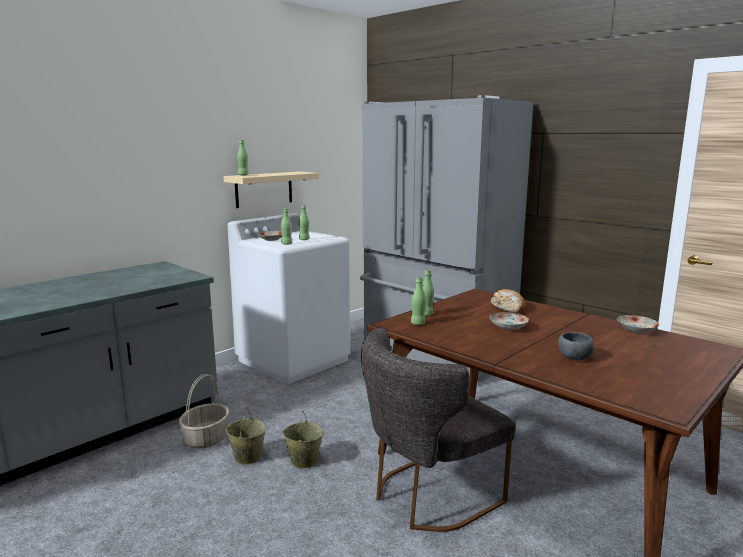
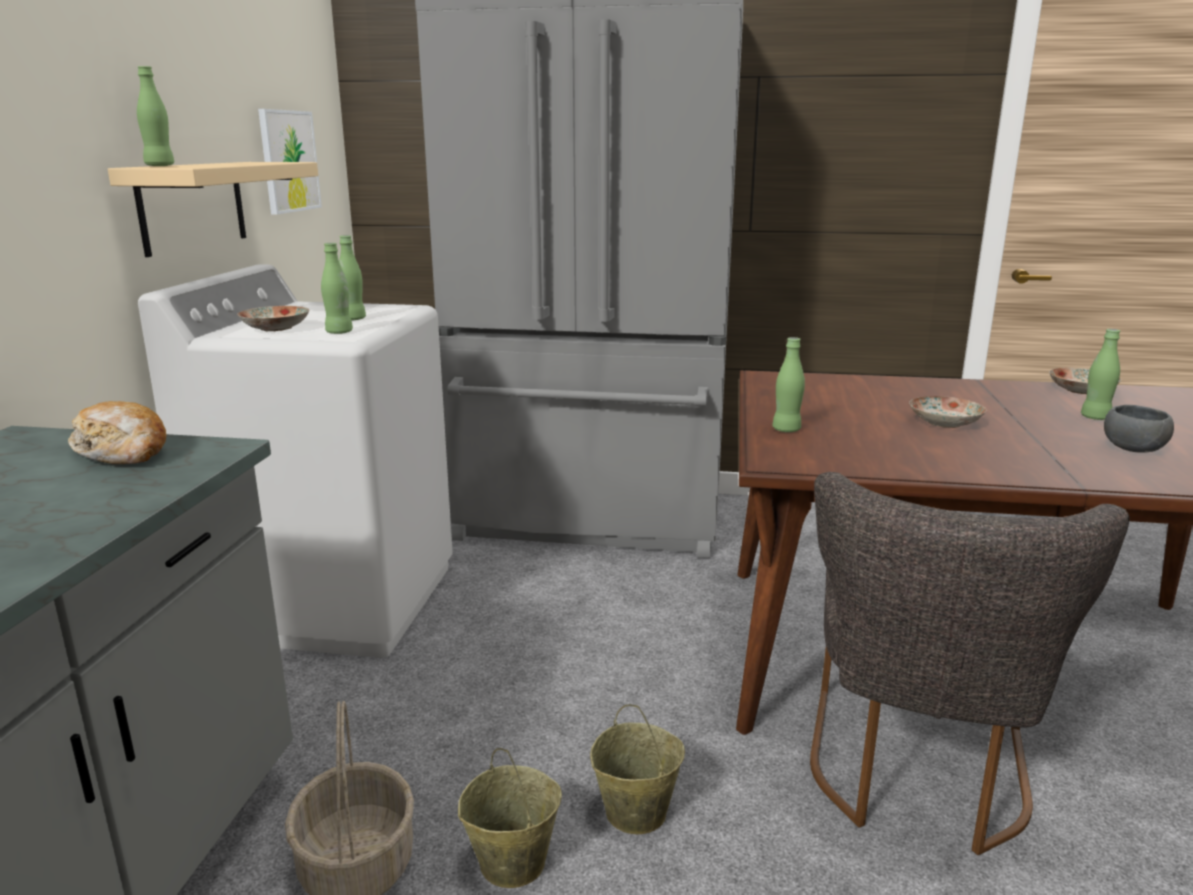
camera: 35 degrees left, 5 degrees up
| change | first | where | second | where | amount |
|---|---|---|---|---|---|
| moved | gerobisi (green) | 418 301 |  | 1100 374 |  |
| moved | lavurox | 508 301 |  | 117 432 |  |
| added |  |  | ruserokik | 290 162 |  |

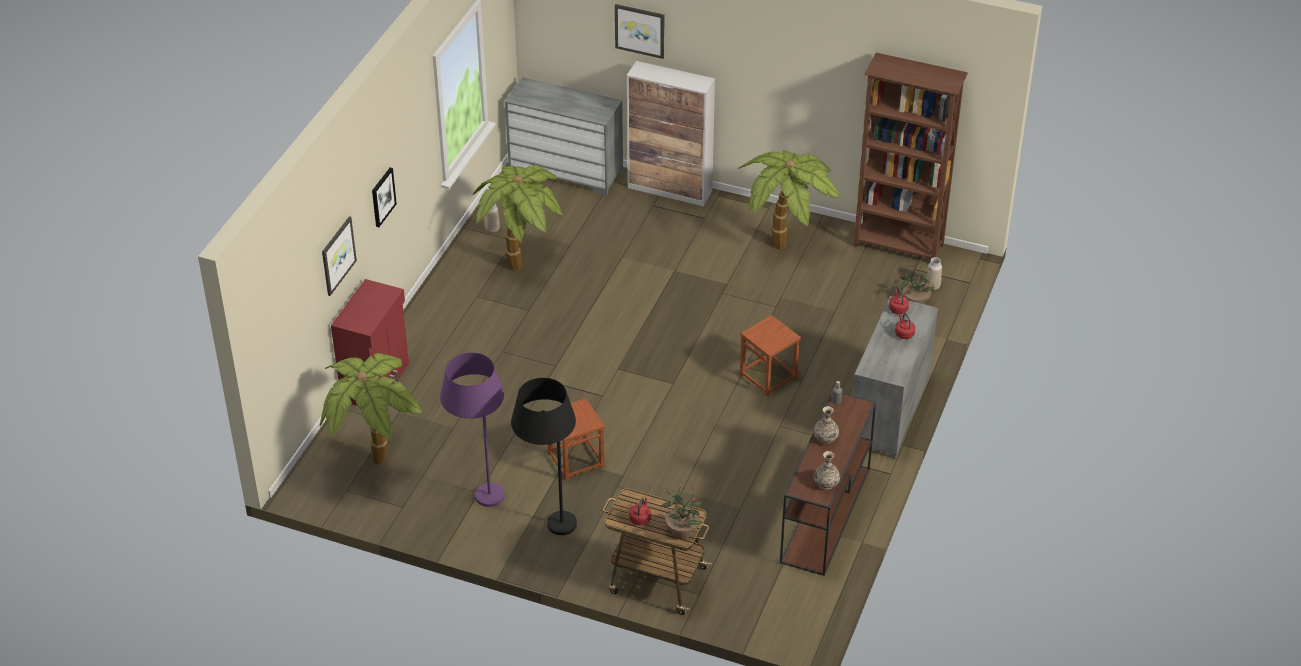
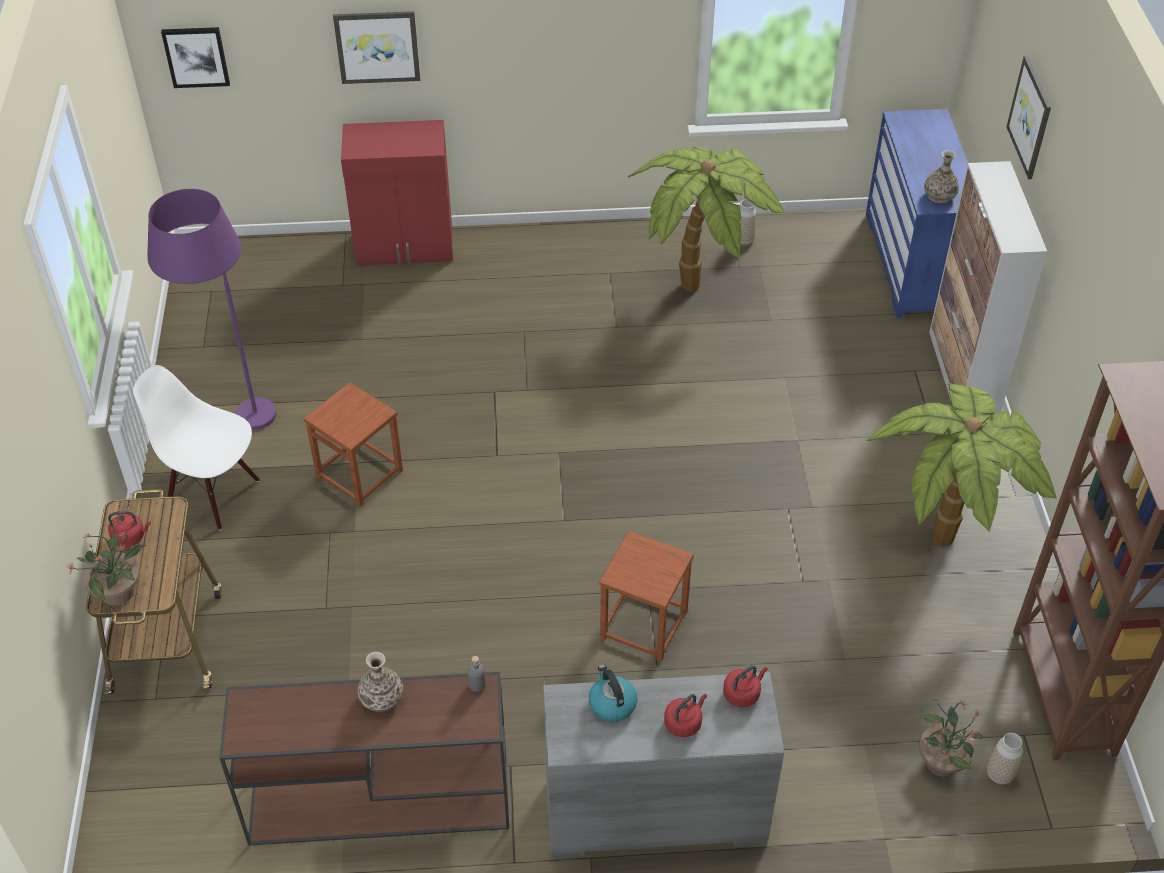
camera: 65 degrees right, 5 degrees up
| change | first | where | second | where | amount |
|---|---|---|---|---|---|
| recoloured | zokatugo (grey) | 564 136 | zokatugo (blue) | 917 213 |  |
| moved | ruserokik | 384 197 |  | 195 57 |  |
| removed | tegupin | 370 408 |  |  |  |
| replaced | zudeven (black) | 544 456 | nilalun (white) | 196 447 |  |
| moved | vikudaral | 827 470 |  | 941 176 |  |
| added |  |  | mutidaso | 613 693 |  |

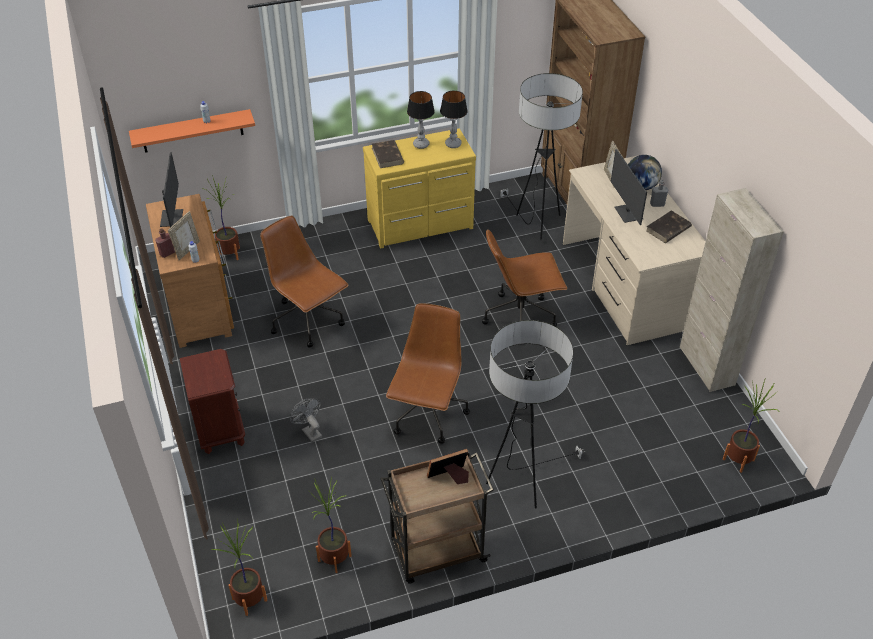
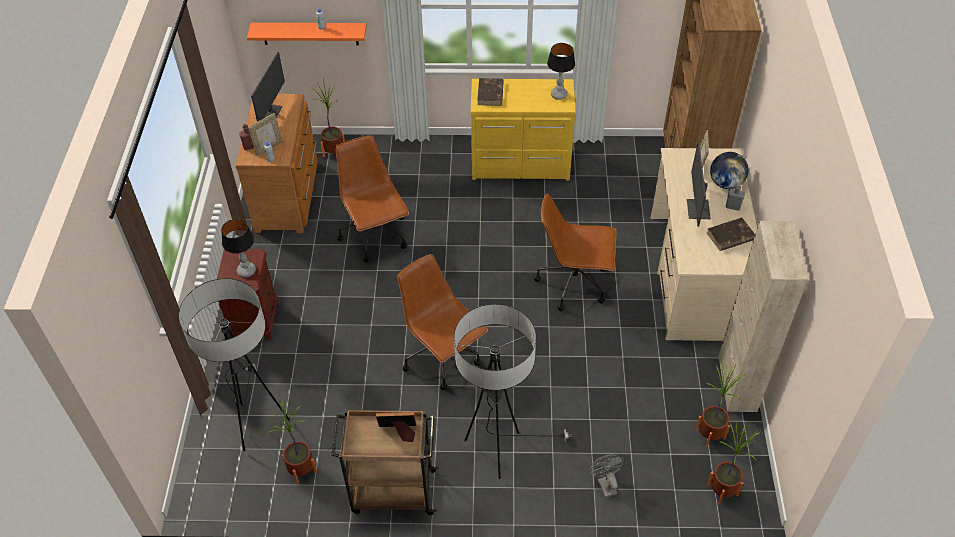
camera: 20 degrees right, 5 degrees up
| change | first | where | second | where | amount |
|---|---|---|---|---|---|
| moved | zudeven | 541 156 |  | 234 364 |  |
| moved | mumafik | 421 120 |  | 238 248 |  |
| turned | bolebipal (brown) | 428 373 |  | 442 322 | 75 degrees counterclockwise |
| moved | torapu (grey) | 306 420 |  | 606 476 |  |
| moved | tegupin | 239 568 |  | 720 406 |  |

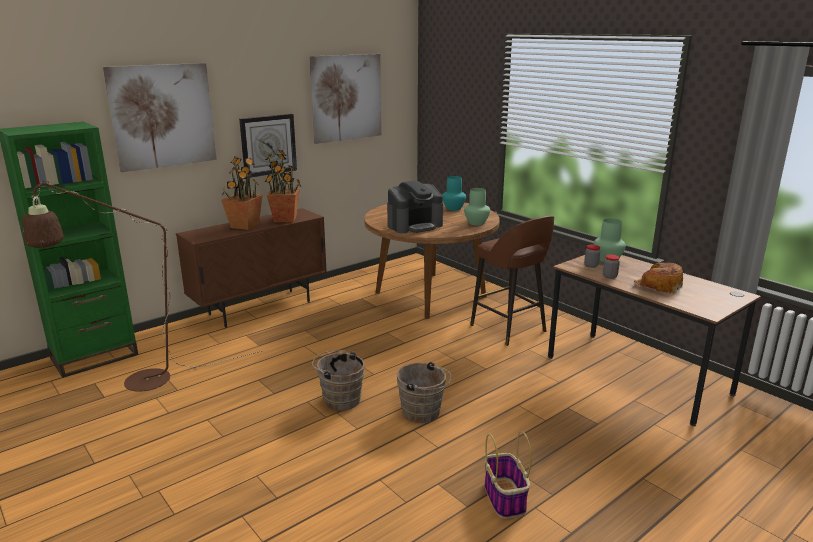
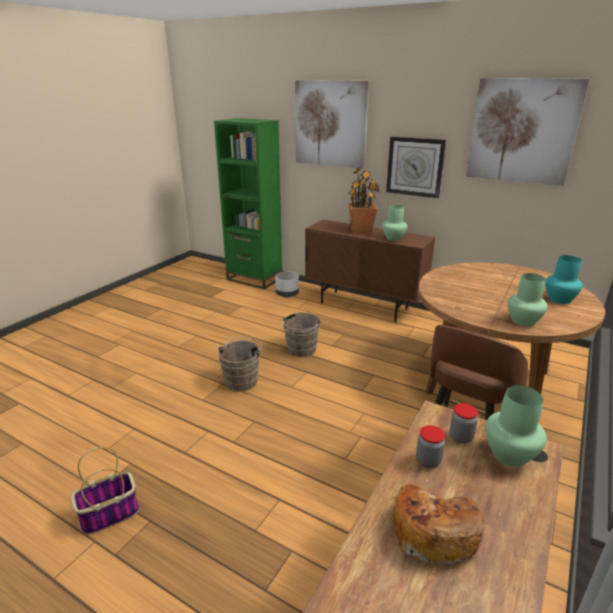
camera: 70 degrees right, 5 degrees up
| change | first | where | second | where | amount |
|---|---|---|---|---|---|
| replaced | tegupin | 283 186 | vikudaral (green) | 394 223 |  |
| removed | zudeven (brown) | 142 286 |  |  |  |
| removed | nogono | 415 207 |  |  |  |
| moved | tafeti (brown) | 424 392 |  | 301 334 |  |
| added |  |  | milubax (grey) | 287 284 |  |

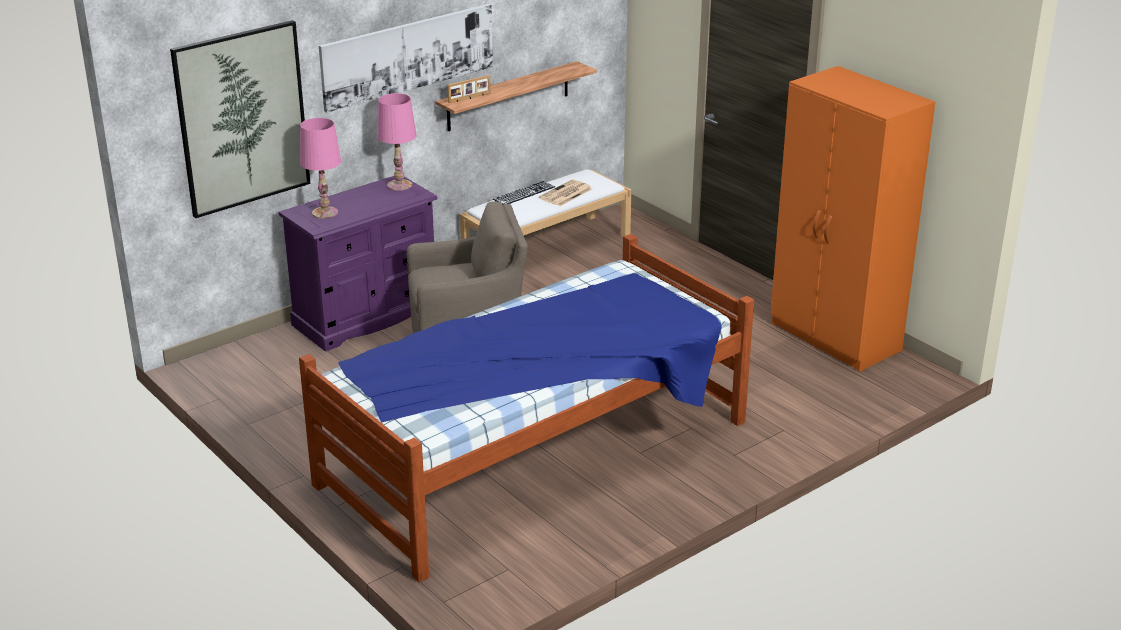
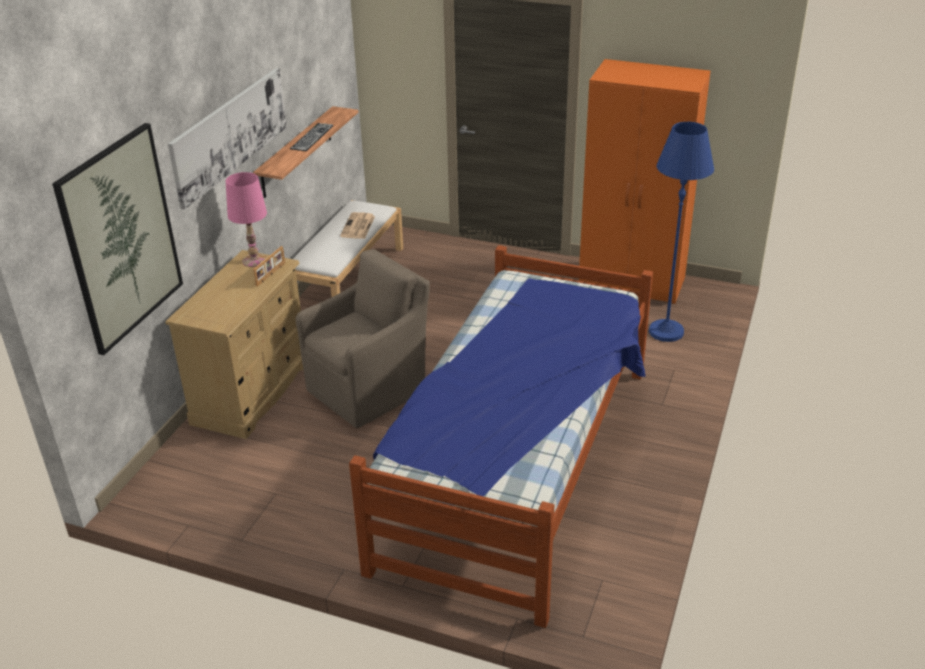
camera: 30 degrees left, 5 degrees up
| change | first | where | second | where | amount |
|---|---|---|---|---|---|
| moved | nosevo | 469 89 |  | 269 266 |  |
| removed | mumafik (pink) | 320 168 |  |  |  |
| recoloured | zokatugo (purple) | 357 264 | zokatugo (beige) | 234 344 |  |
| moved | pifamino | 524 193 |  | 312 137 |  |
| added |  |  | zudeven (blue) | 681 232 |  |

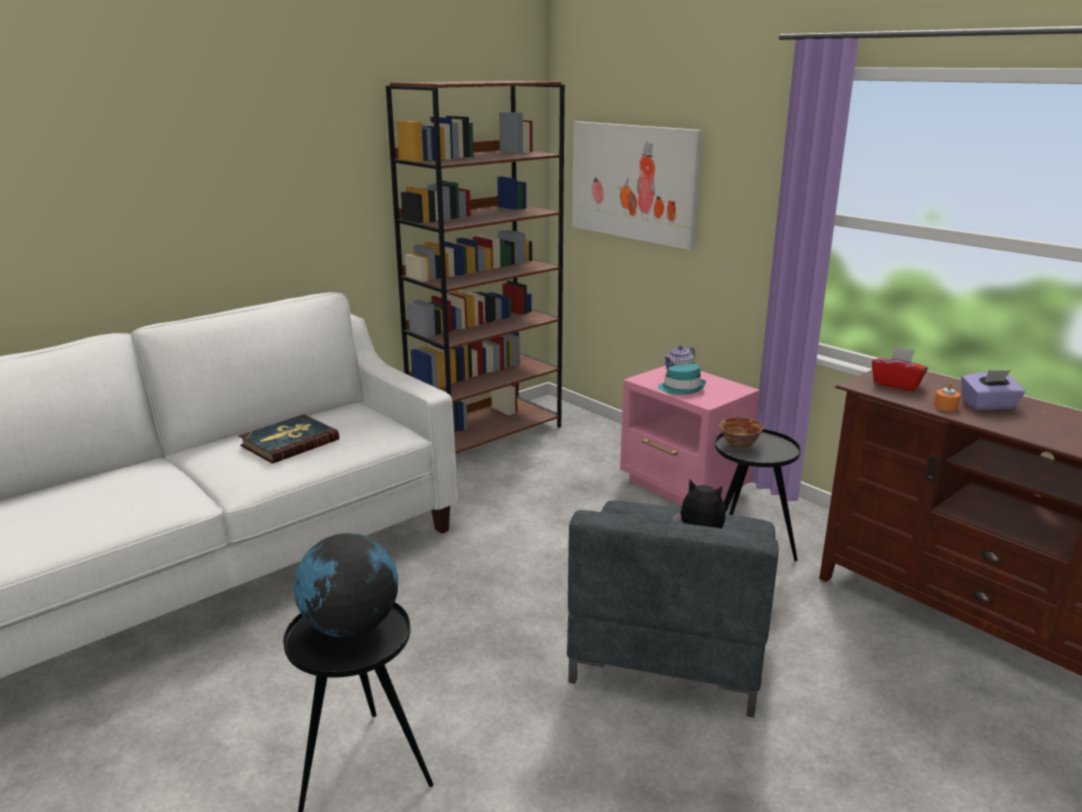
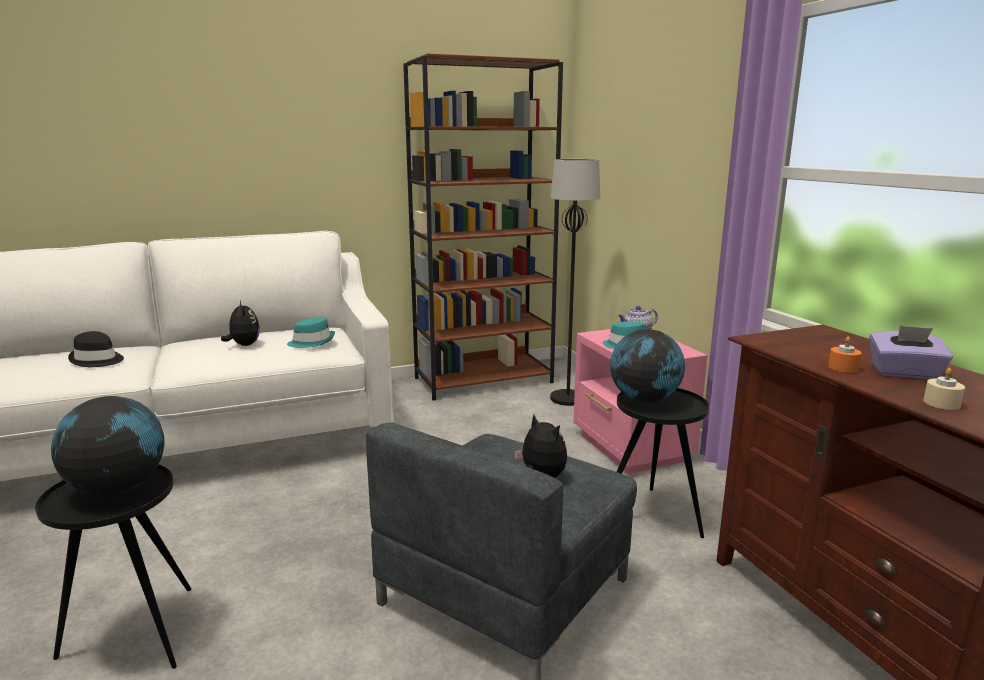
camera: 20 degrees right, 5 degrees down
| change | first | where | second | where | amount |
|---|---|---|---|---|---|
| removed | ruserokik | 637 185 |  |  |  |
| removed | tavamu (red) | 900 368 |  |  |  |
| replaced | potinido | 289 439 | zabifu | 240 323 |  |
| replaced | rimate | 741 433 | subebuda | 647 366 |  |
| added |  |  | zudeven (black) | 575 282 |  |
| added |  |  | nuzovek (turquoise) | 311 332 |  |
| added |  |  | nuzovek (black) | 96 349 |  |
| added |  |  | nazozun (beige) | 944 389 |  |

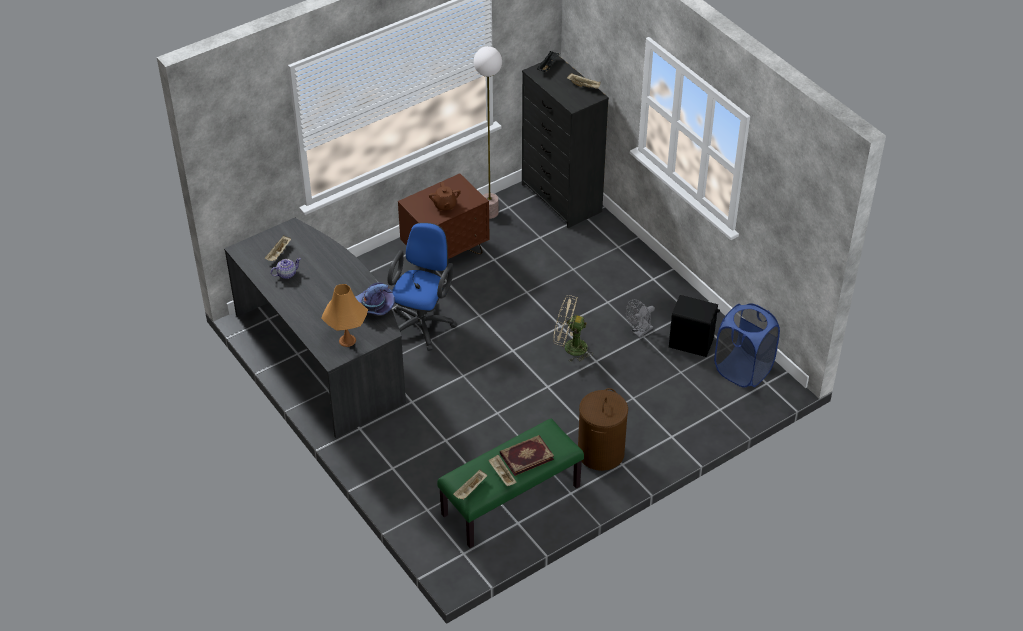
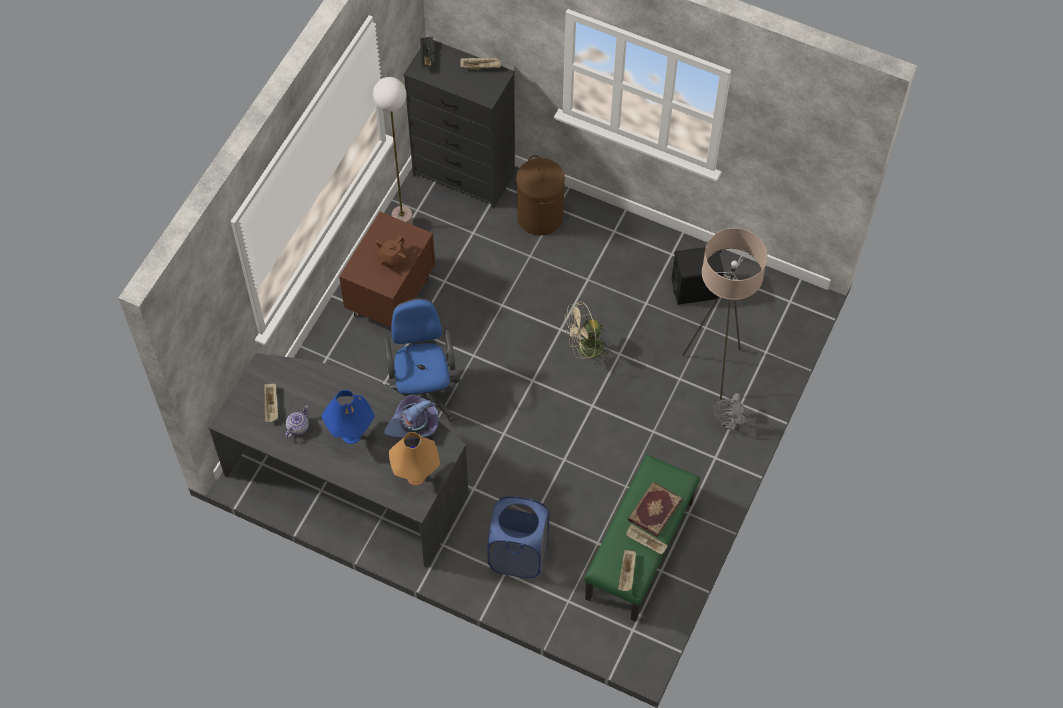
camera: 30 degrees left, 15 degrees up
| change | first | where | second | where | amount |
|---|---|---|---|---|---|
| turned | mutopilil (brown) | 445 196 |  | 391 252 | 75 degrees clockwise |
| moved | torapu (grey) | 640 319 |  | 731 411 |  |
| moved | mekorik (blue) | 747 345 |  | 518 537 |  |
| moved | mekorik (brown) | 603 429 |  | 540 195 |  |
| added |  |  | zudeven (beige) | 724 313 |  |
| added |  |  | mumafik (blue) | 348 417 |  |

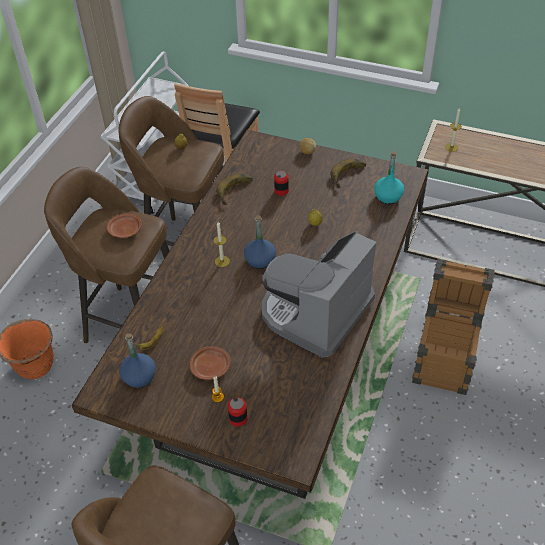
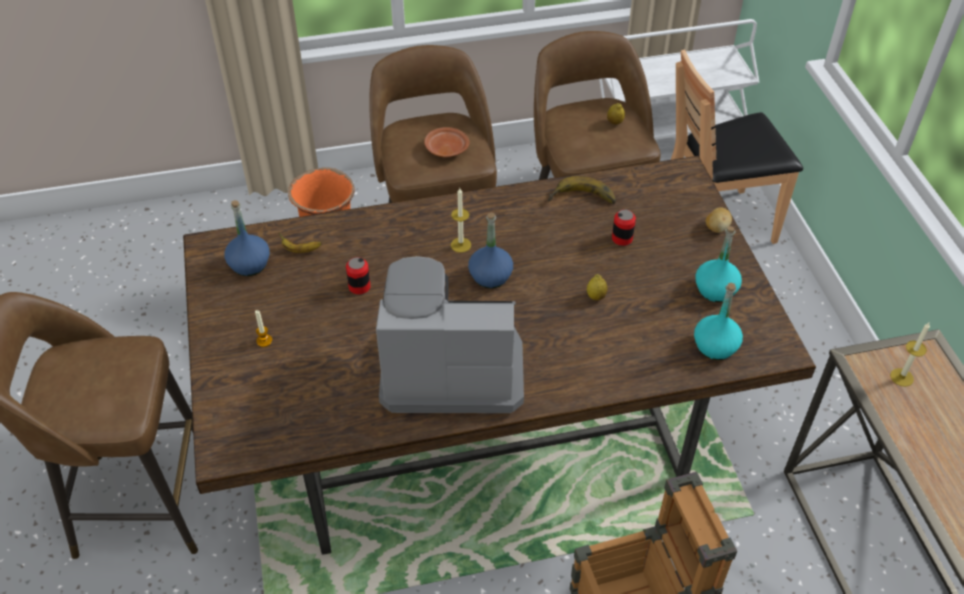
camera: 55 degrees right, 0 degrees up
| change | first | where | second | where | amount |
|---|---|---|---|---|---|
| replaced | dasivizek | 348 173 | gerobisi (turquoise) | 718 264 |  |
| removed | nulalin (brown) | 210 363 |  |  |  |
| moved | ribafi | 237 412 |  | 358 275 |  |

